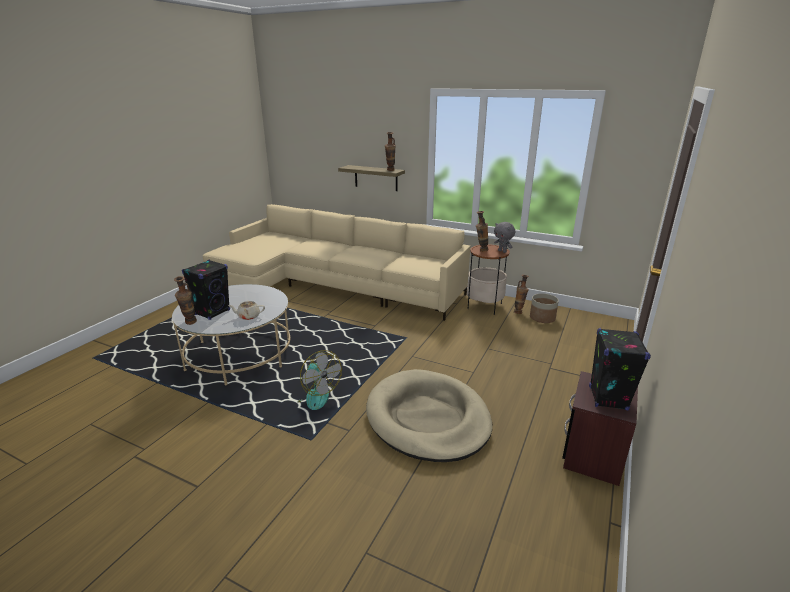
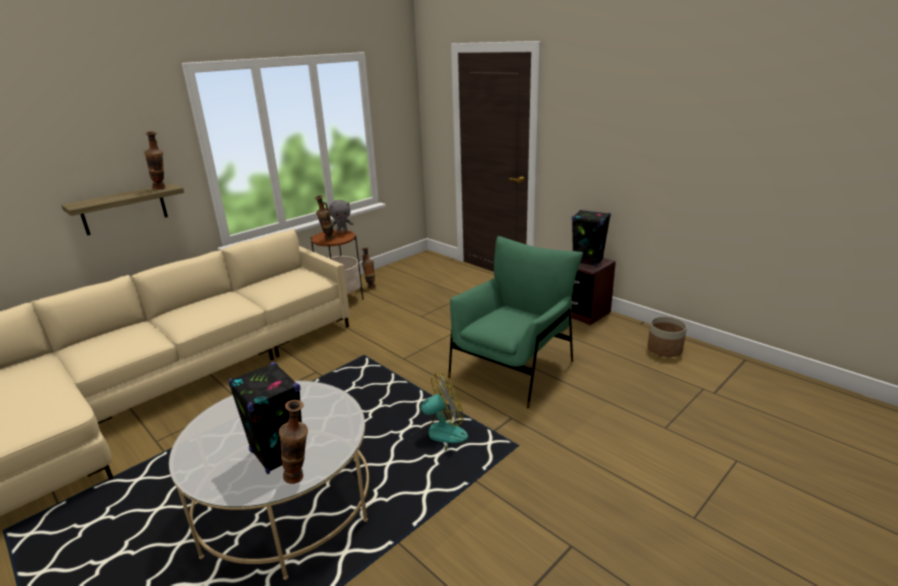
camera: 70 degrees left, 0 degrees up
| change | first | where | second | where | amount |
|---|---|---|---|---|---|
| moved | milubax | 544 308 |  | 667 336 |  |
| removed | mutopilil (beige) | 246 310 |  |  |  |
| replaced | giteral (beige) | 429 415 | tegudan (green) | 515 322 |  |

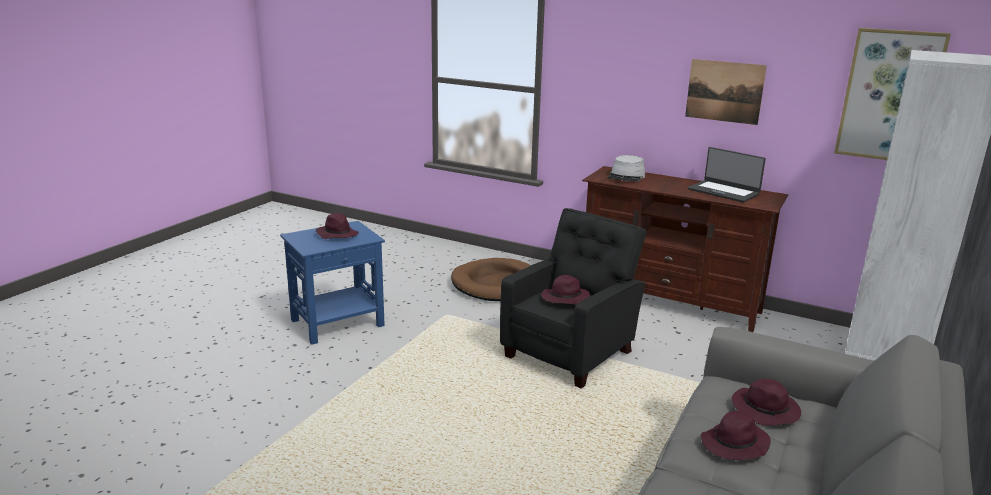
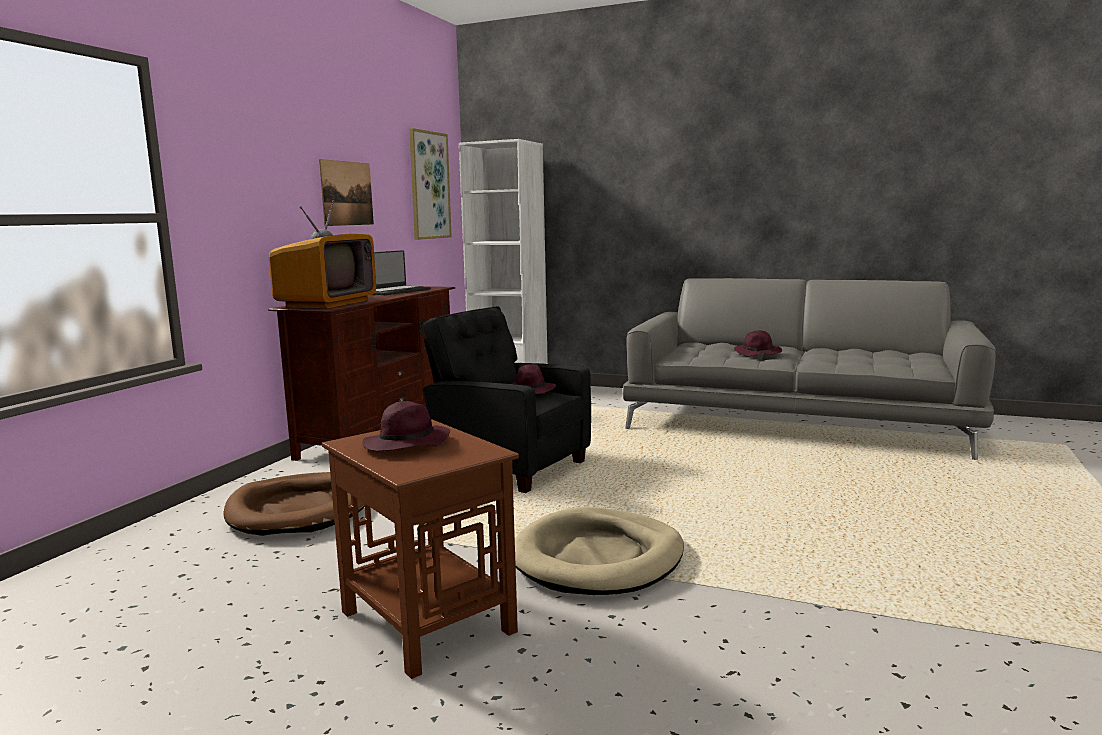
camera: 95 degrees left, 10 degrees down
| change | first | where | second | where | amount |
|---|---|---|---|---|---|
| replaced | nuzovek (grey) | 626 168 | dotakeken | 322 254 |  |
| recoloured | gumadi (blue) | 332 283 | gumadi (brown) | 420 549 |  |
| removed | nuzovek (purple) | 766 402 |  |  |  |
| added |  |  | giteral (beige) | 599 551 |  |

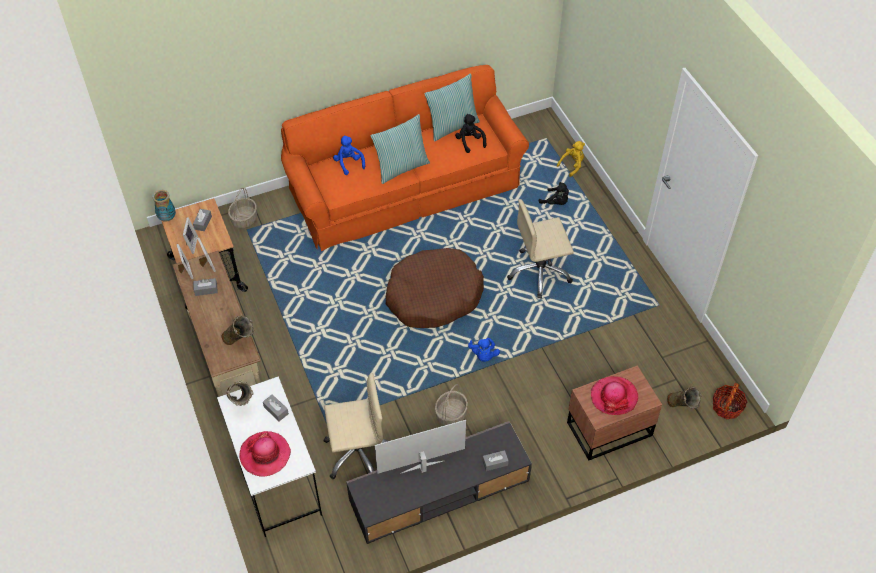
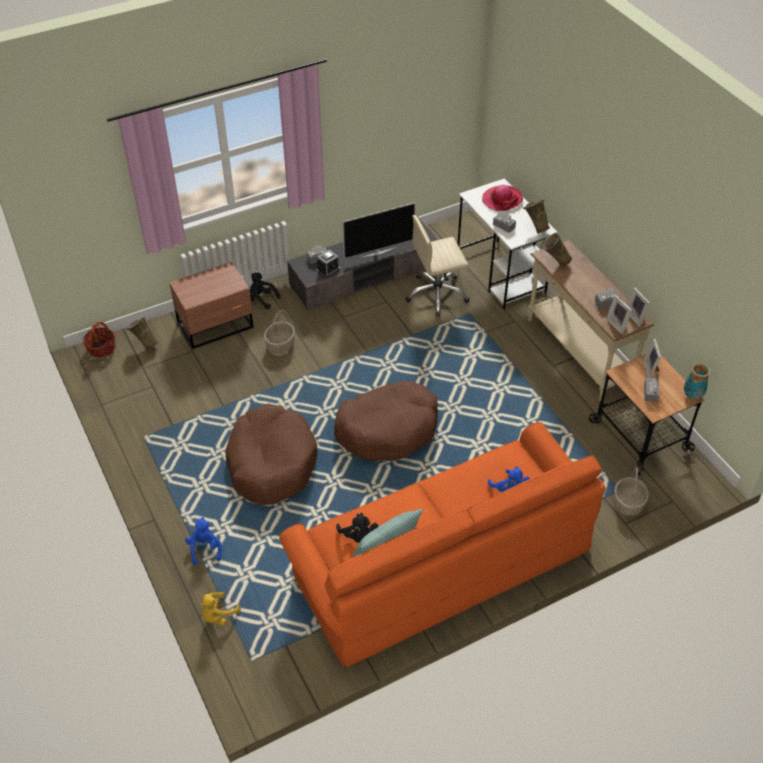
camera: 175 degrees right, 5 degrees down
| change | first | where | second | where | amount |
|---|---|---|---|---|---|
| removed | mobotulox | 400 149 |  |  |  |
| moved | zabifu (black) | 554 193 |  | 265 290 |  |
| replaced | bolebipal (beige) | 540 249 | giteral (brown) | 271 454 |  |
| moved | zabifu (blue) | 484 350 |  | 203 541 |  |
| removed | nuzovek | 614 395 |  |  |  |
| moved | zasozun | 451 405 |  | 279 332 |  |
| added |  |  | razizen | 328 263 |  |

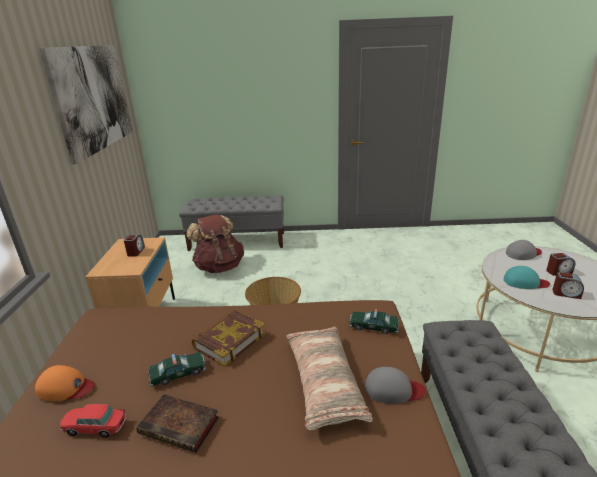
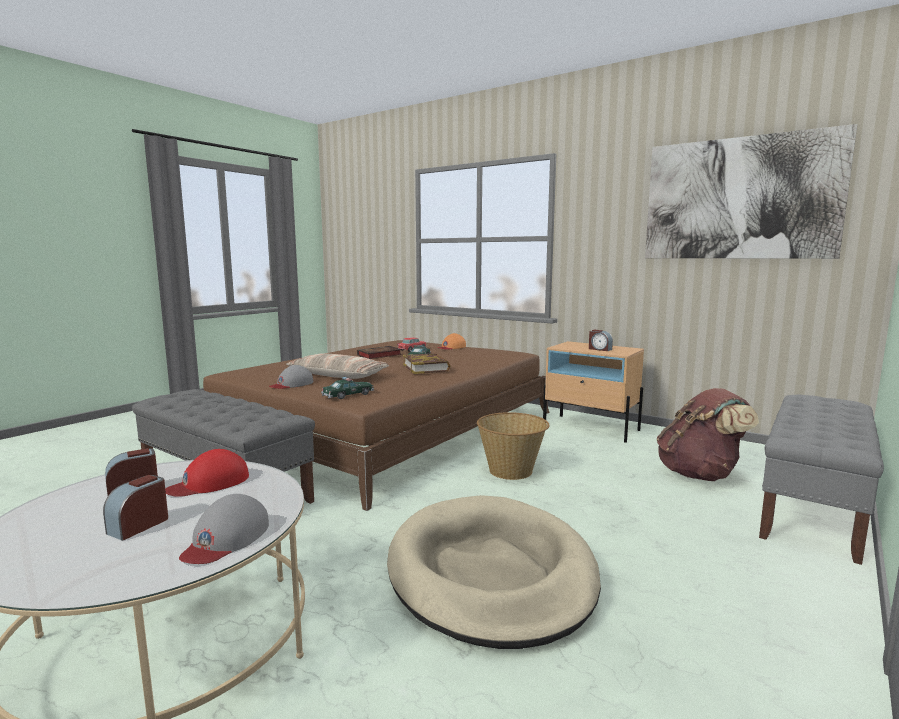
camera: 125 degrees right, 15 degrees down
| change | first | where | second | where | amount |
|---|---|---|---|---|---|
| recoloured | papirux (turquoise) | 527 277 | papirux (red) | 207 473 |  |
| added |  |  | giteral (beige) | 494 572 |  |

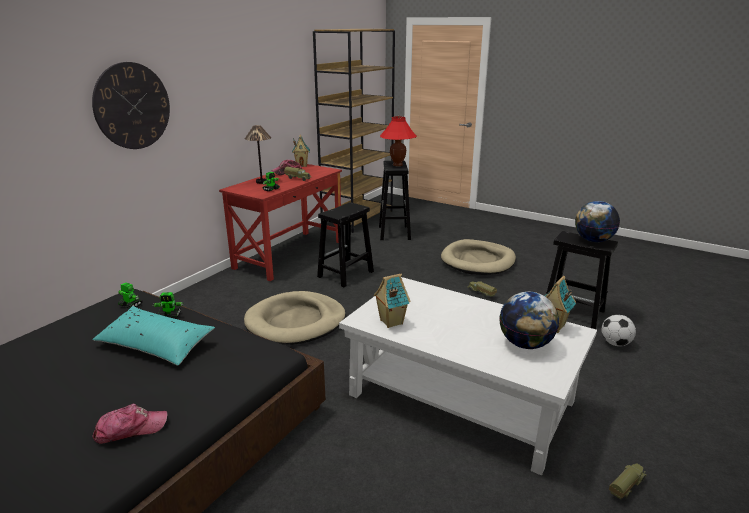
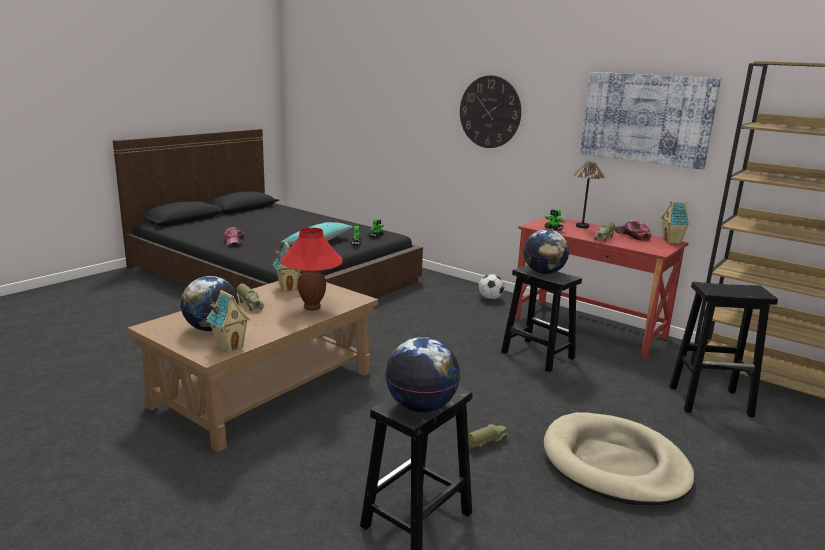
camera: 95 degrees right, 5 degrees down
| change | first | where | second | where | amount |
|---|---|---|---|---|---|
| moved | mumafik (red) | 398 140 |  | 311 269 |  |
| recoloured | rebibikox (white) | 468 376 | rebibikox (brown) | 253 363 |  |
| removed | giteral (beige) | 294 318 |  |  |  |
| moved | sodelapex | 618 330 |  | 491 287 |  |
| moved | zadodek | 628 481 |  | 250 297 |  |
| added |  |  | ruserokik | 650 120 |  |
| added |  |  | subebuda | 546 251 |  |

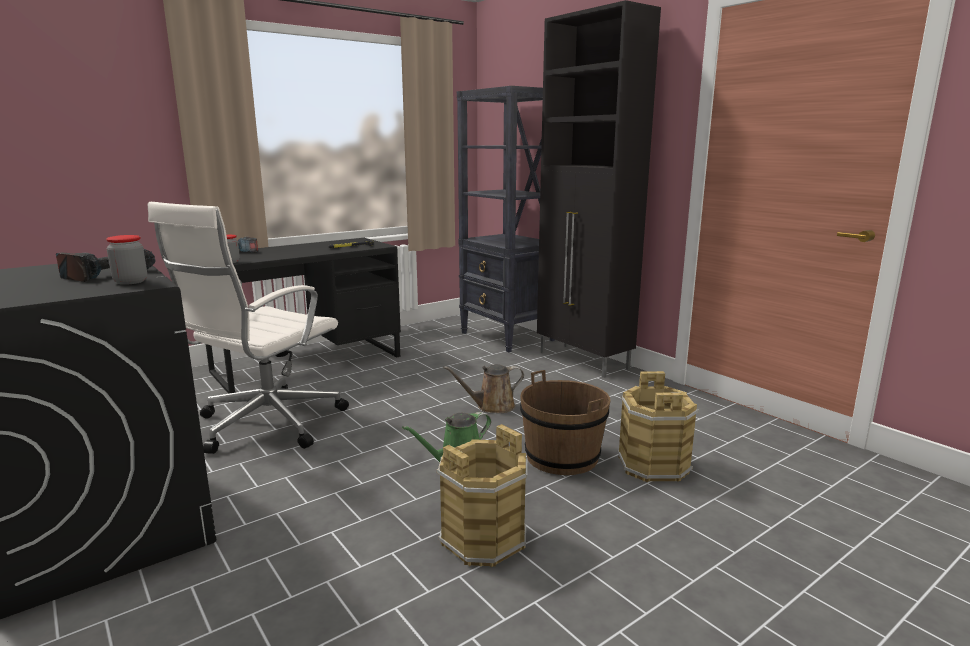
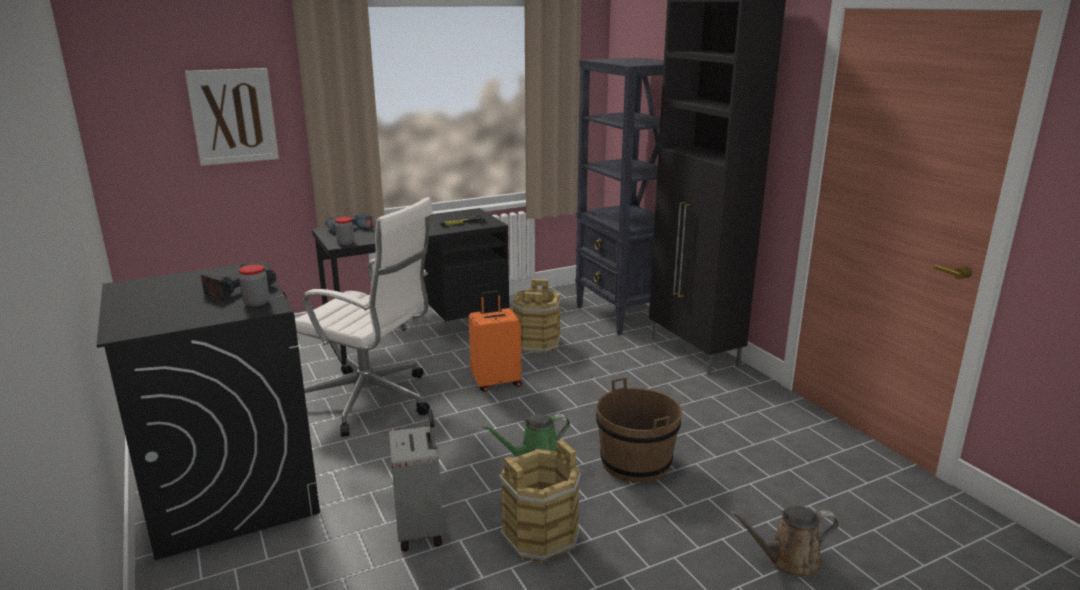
camera: 10 degrees right, 5 degrees up
| change | first | where | second | where | amount |
|---|---|---|---|---|---|
| turned | bolebipal (white) | 248 328 |  | 364 317 | 105 degrees counterclockwise |
| moved | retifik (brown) | 483 388 |  | 784 542 |  |
| moved | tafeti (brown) | 658 427 |  | 536 316 |  |
| added |  |  | ruserokik | 232 117 |  |
| added |  |  | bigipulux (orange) | 495 341 |  |
| added |  |  | bigipulux (grey) | 416 480 |  |

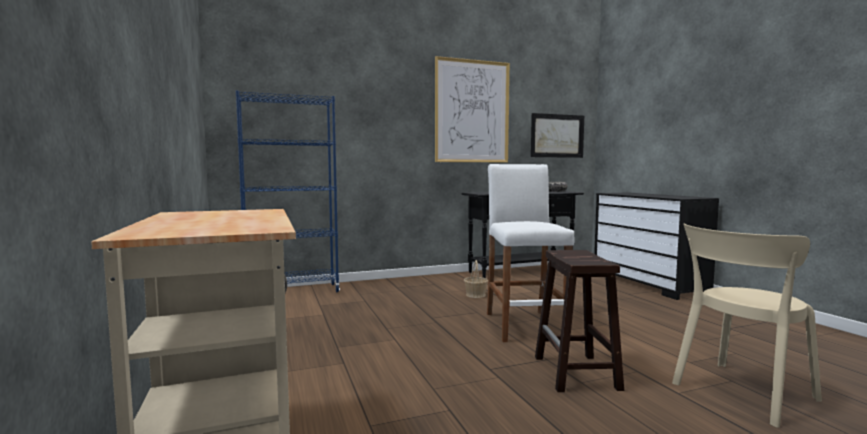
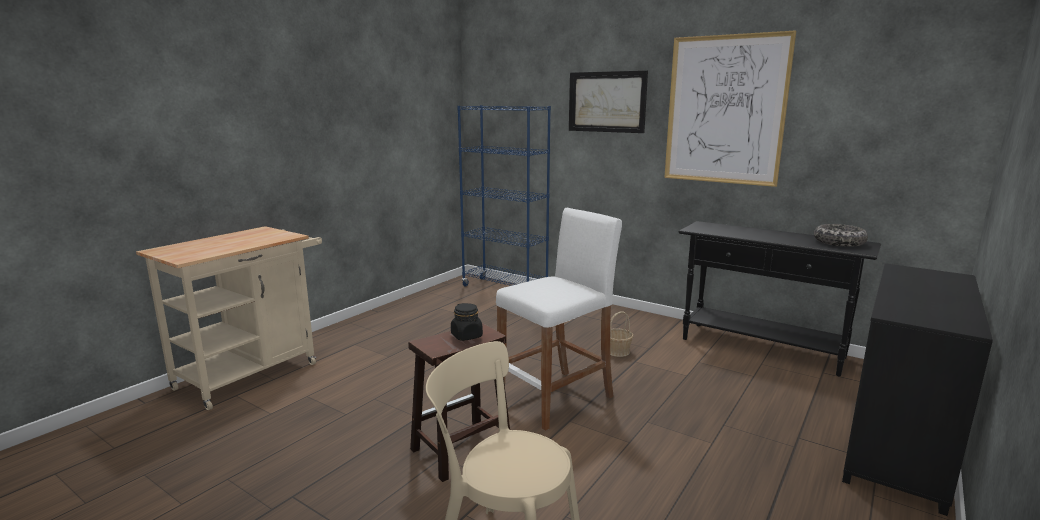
camera: 55 degrees right, 10 degrees up
| change | first | where | second | where | amount |
|---|---|---|---|---|---|
| moved | ruserokik | 557 135 |  | 608 101 |  |
| added |  |  | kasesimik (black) | 467 322 |  |

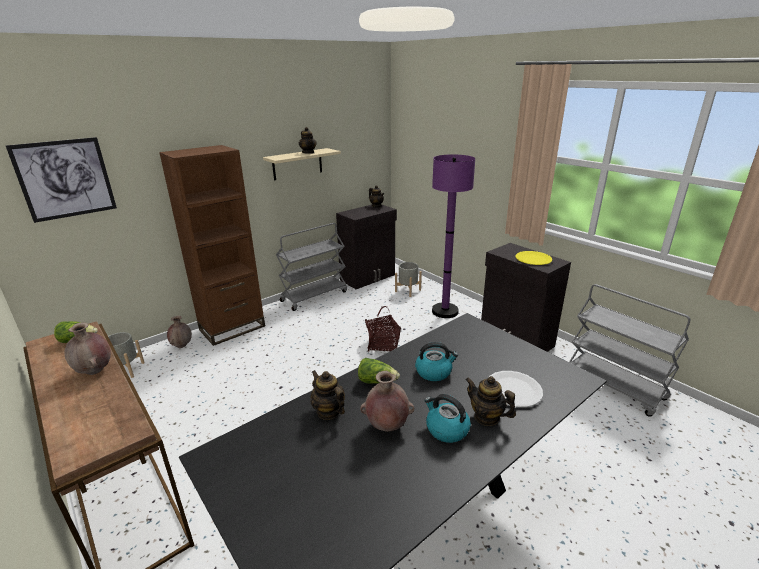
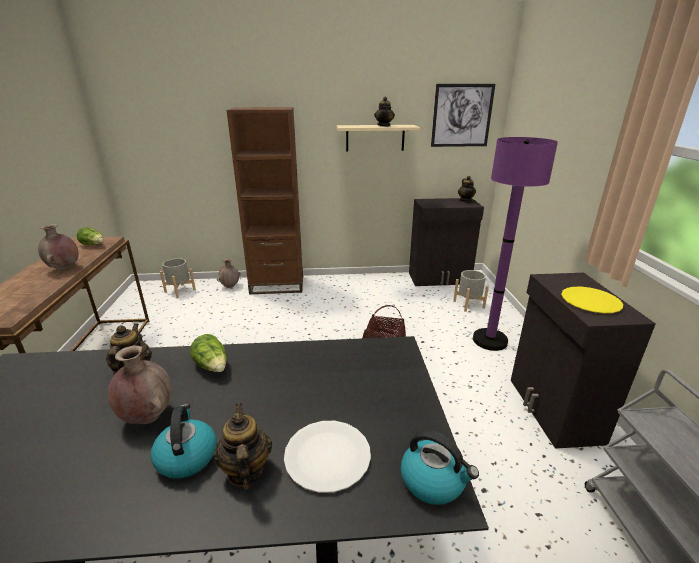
camera: 35 degrees right, 0 degrees up
| change | first | where | second | where | amount |
|---|---|---|---|---|---|
| moved | ruserokik | 61 180 |  | 463 115 |  |
| removed | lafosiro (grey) | 311 267 |  |  |  |
| moved | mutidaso | 436 361 |  | 440 467 |  |

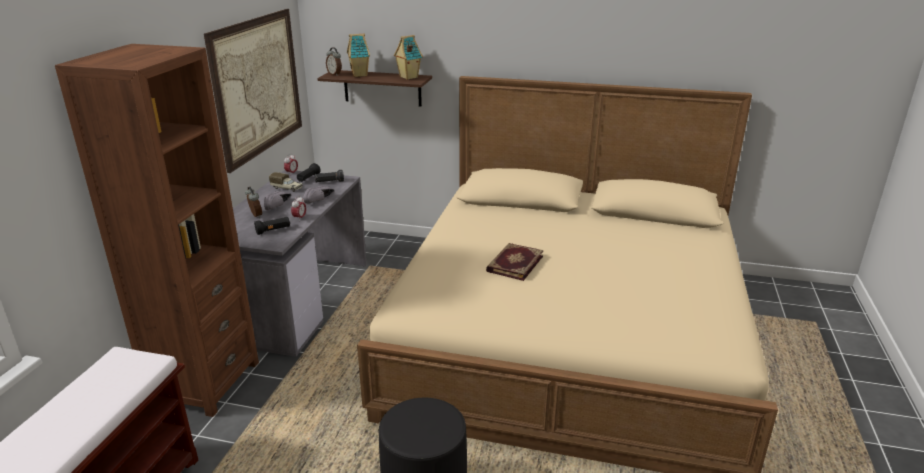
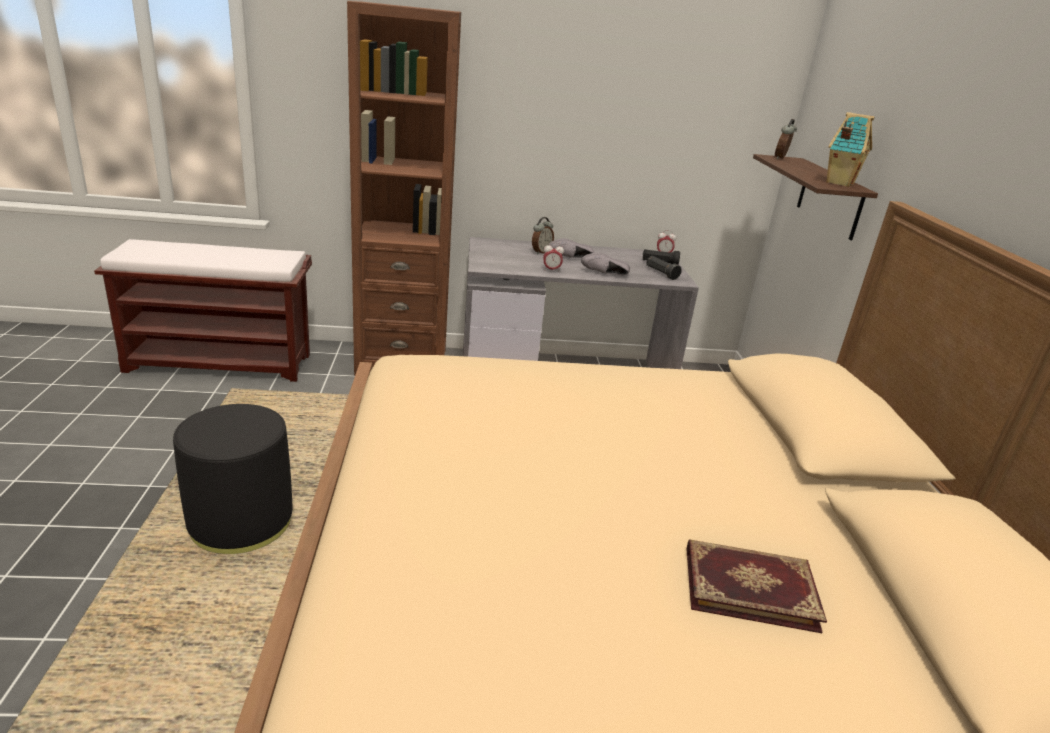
camera: 70 degrees right, 0 degrees up
| change | first | where | second | where | amount |
|---|---|---|---|---|---|
| removed | ruserokik | 253 91 |  |  |  |
| removed | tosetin | 358 55 |  |  |  |
| removed | zadodek | 286 182 |  |  |  |
| removed | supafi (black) | 272 226 |  |  |  |
| moved | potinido | 515 262 |  | 757 586 |  |

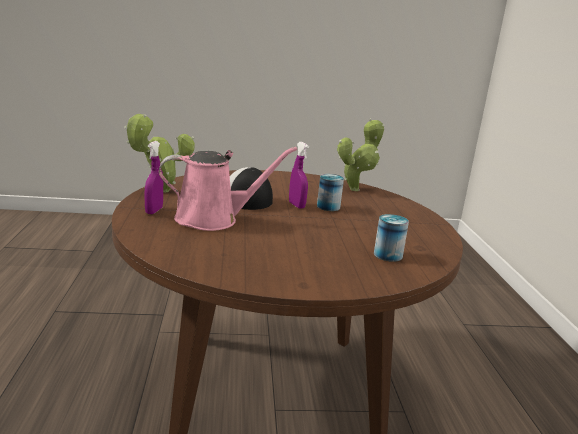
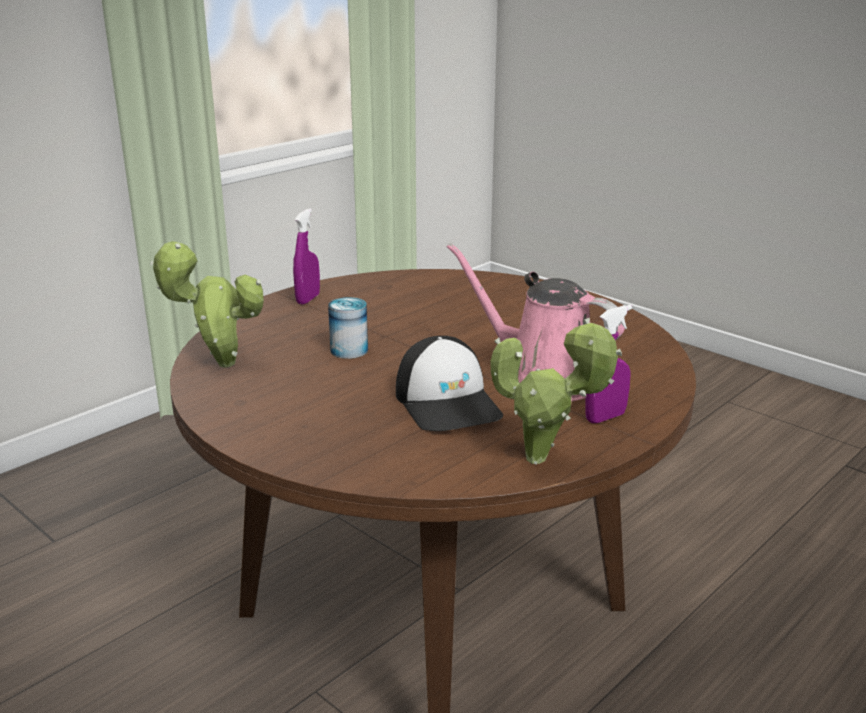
camera: 130 degrees left, 5 degrees up
| change | first | where | second | where | amount |
|---|---|---|---|---|---|
| moved | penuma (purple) | 299 175 |  | 306 256 |  |
| removed | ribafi | 391 238 |  |  |  |

